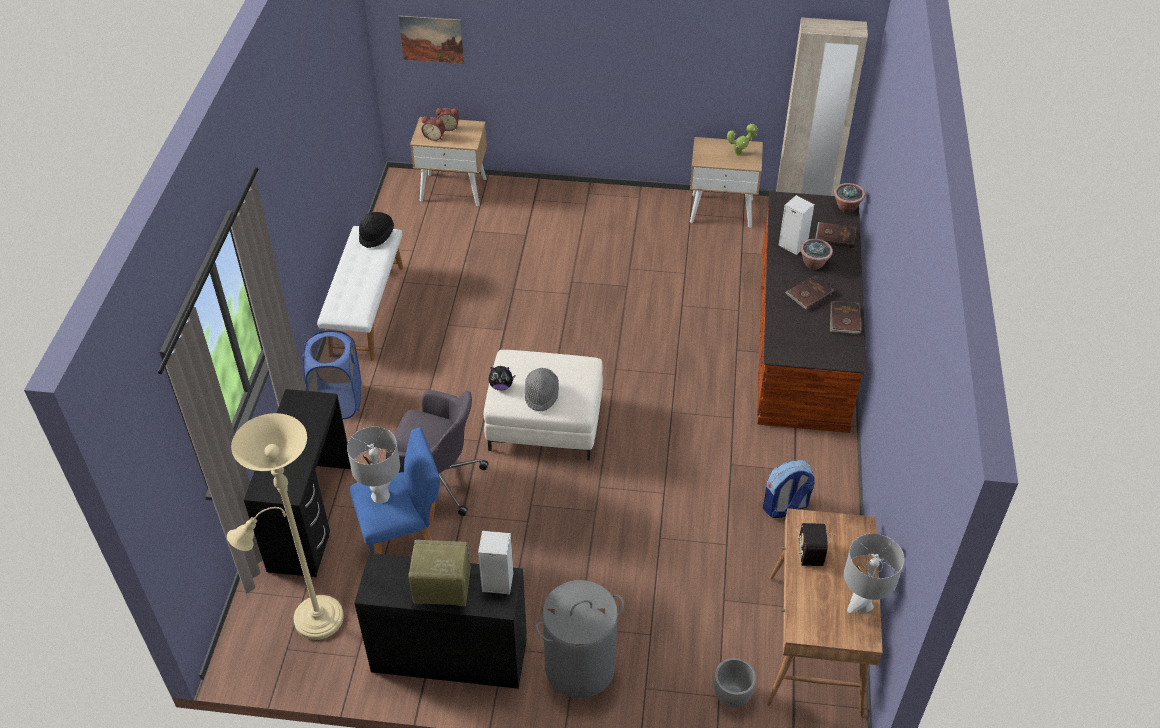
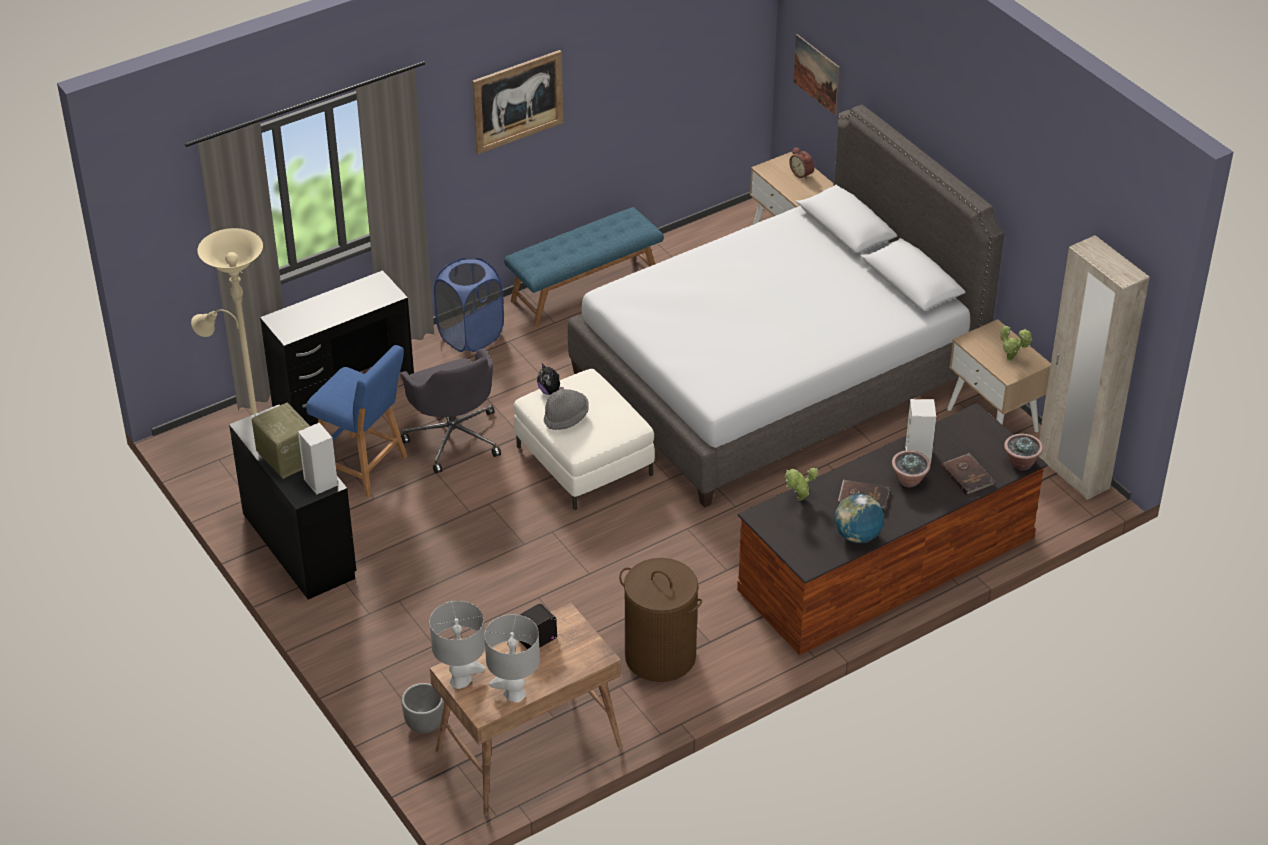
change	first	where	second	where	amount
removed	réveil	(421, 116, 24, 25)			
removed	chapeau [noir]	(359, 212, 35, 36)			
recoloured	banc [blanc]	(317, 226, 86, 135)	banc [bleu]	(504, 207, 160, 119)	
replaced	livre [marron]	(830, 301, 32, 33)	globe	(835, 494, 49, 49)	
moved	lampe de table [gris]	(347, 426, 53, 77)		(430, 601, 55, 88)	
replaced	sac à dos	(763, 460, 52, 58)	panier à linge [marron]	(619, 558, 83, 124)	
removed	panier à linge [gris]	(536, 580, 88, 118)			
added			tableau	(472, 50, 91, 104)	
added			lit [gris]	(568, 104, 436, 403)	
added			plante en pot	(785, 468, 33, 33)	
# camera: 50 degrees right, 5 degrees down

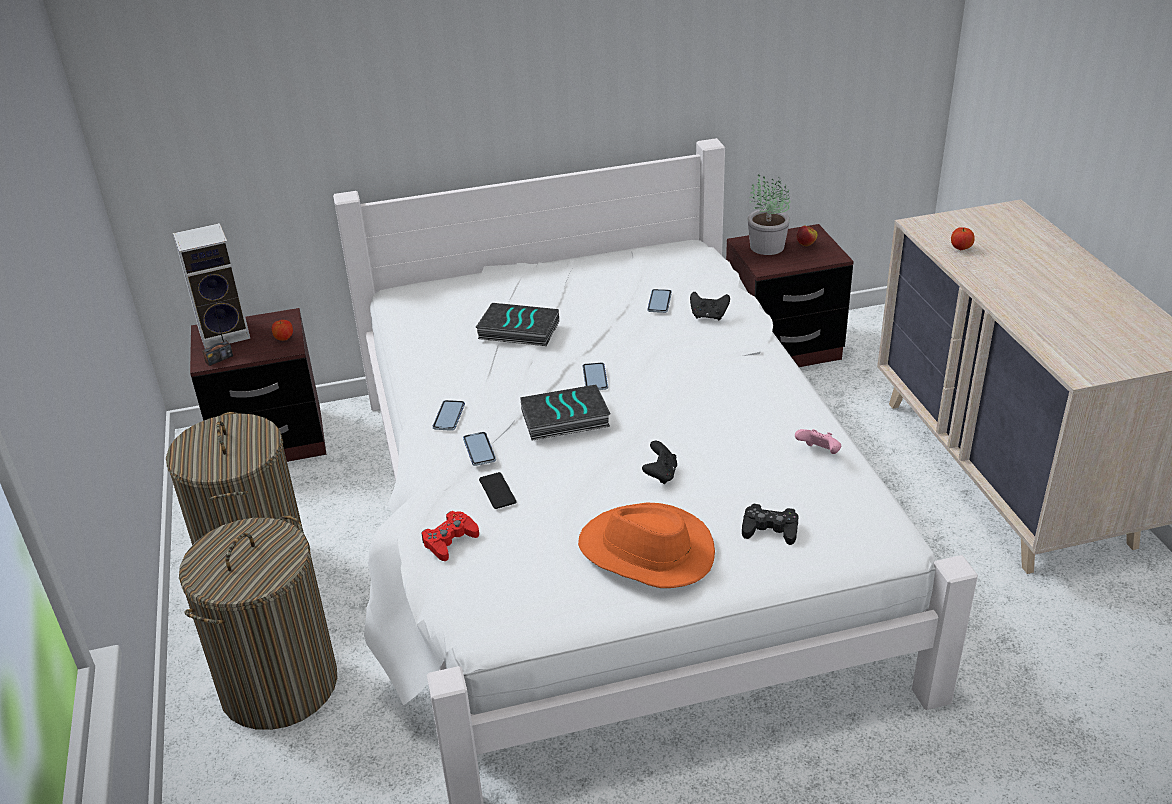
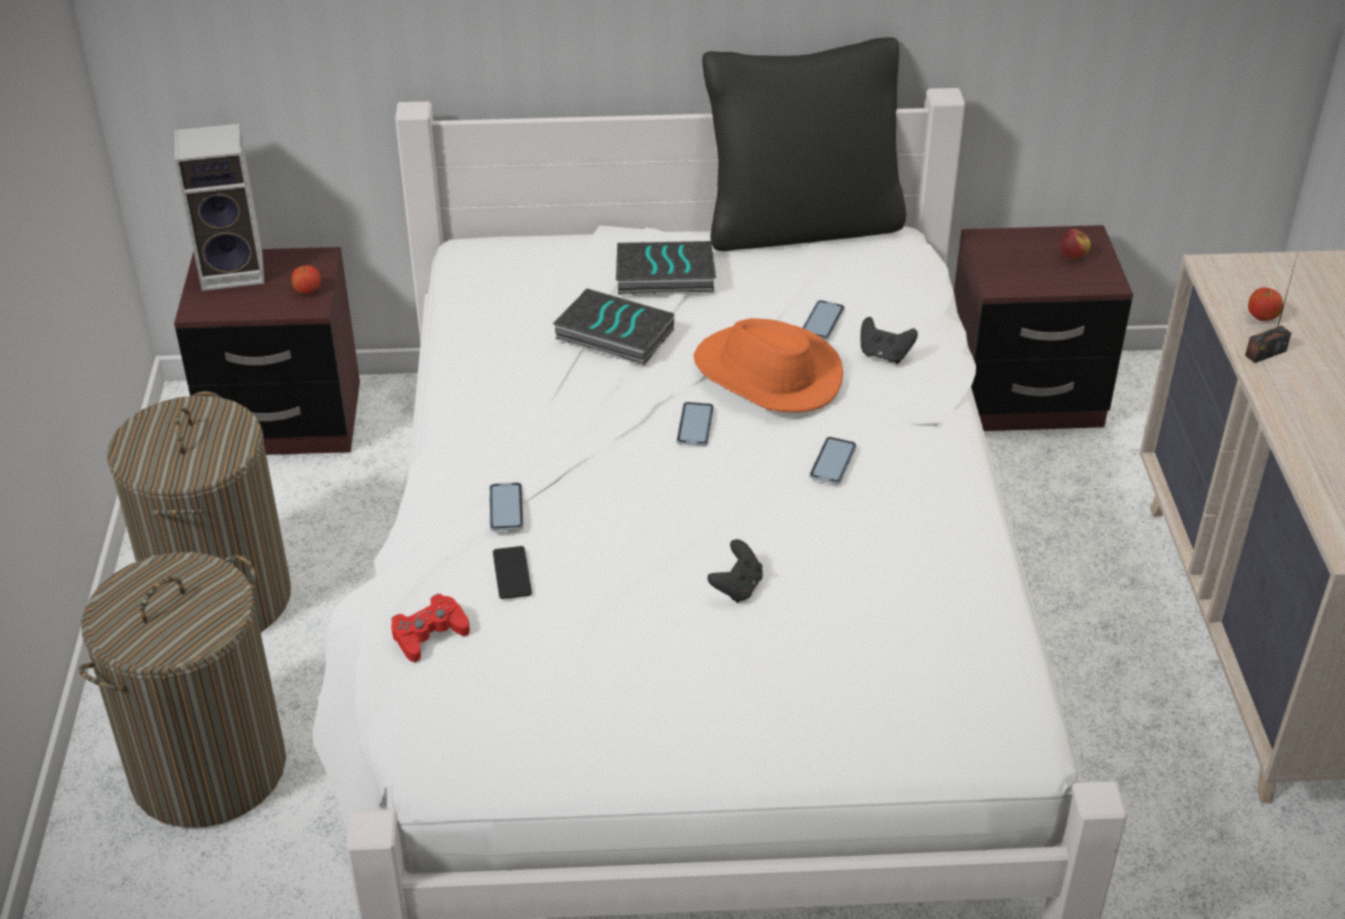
change	first	where	second	where	amount
removed	plante en pot	(747, 174, 44, 81)			
moved	radio	(202, 298, 31, 68)		(1245, 253, 53, 110)	
moved	livre	(520, 385, 90, 55)		(616, 241, 100, 54)	
moved	téléphone	(432, 400, 33, 31)		(809, 437, 47, 47)	
removed	manette [rose]	(795, 429, 46, 25)			
moved	chapeau [orange]	(578, 502, 137, 86)		(694, 318, 149, 94)	
removed	manette [noir]	(742, 504, 57, 41)			
added			coussin [noir]	(702, 37, 204, 214)	
# camera: 10 degrees right, 5 degrees up

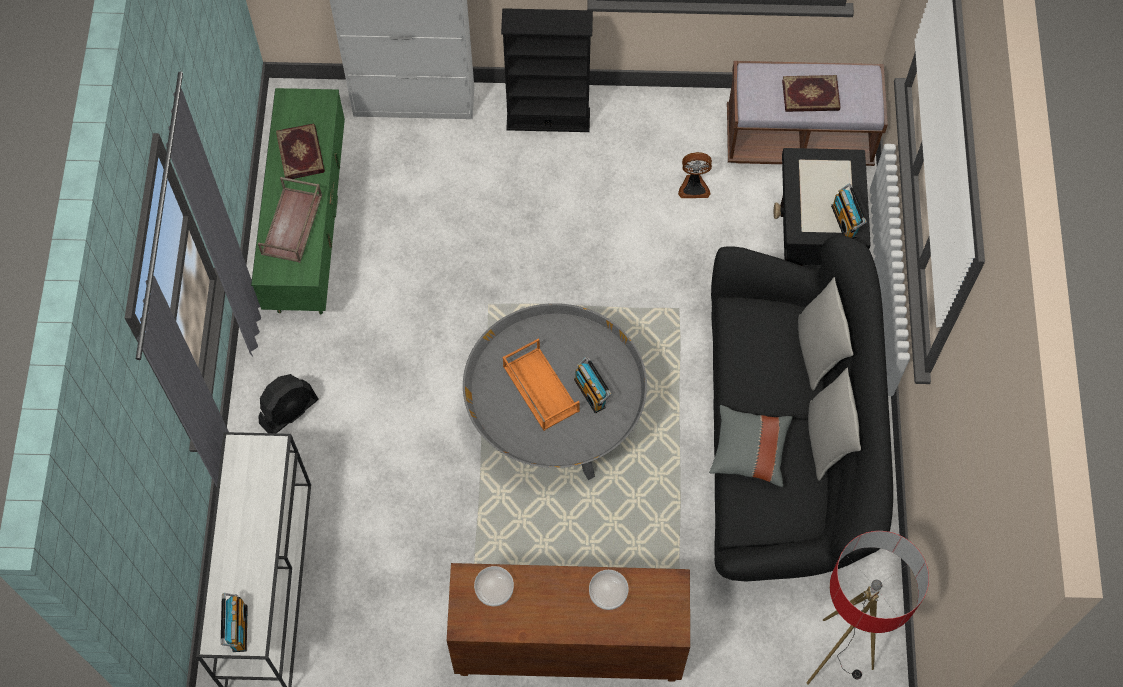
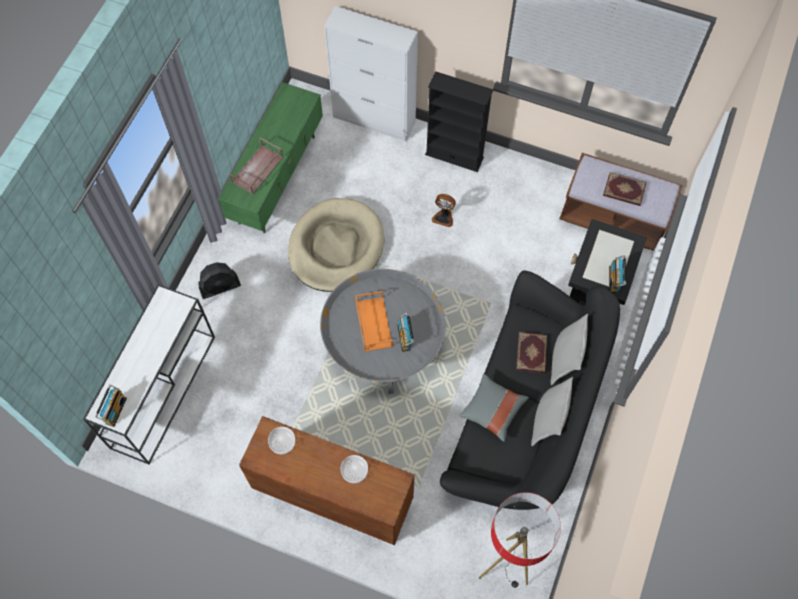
change	first	where	second	where	amount
moved	livre	(276, 123, 49, 56)		(516, 332, 31, 42)	
moved	ventilateur	(678, 152, 34, 46)		(432, 194, 24, 33)	
added			panier pour chien [beige]	(288, 198, 96, 94)	
# camera: 20 degrees right, 0 degrees up

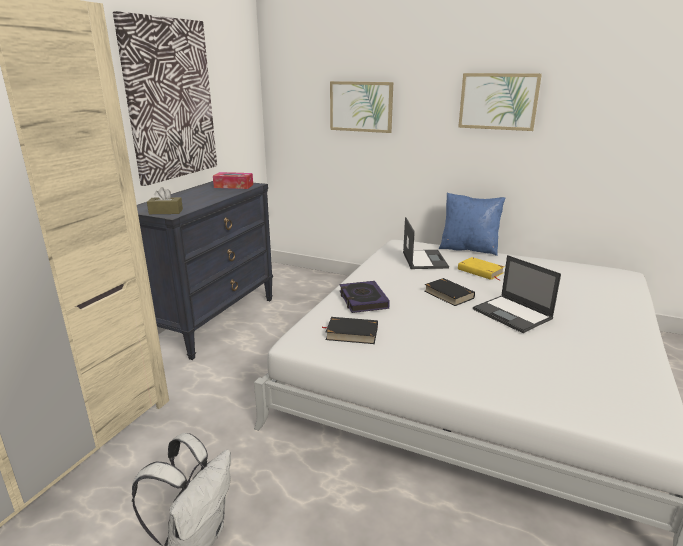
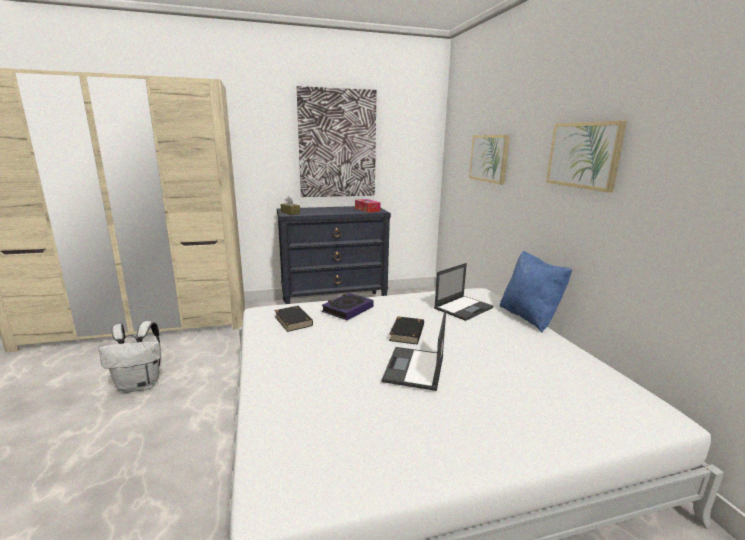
change	first	where	second	where	amount
removed	livre [jaune]	(458, 257, 46, 23)			
# camera: 50 degrees right, 5 degrees down

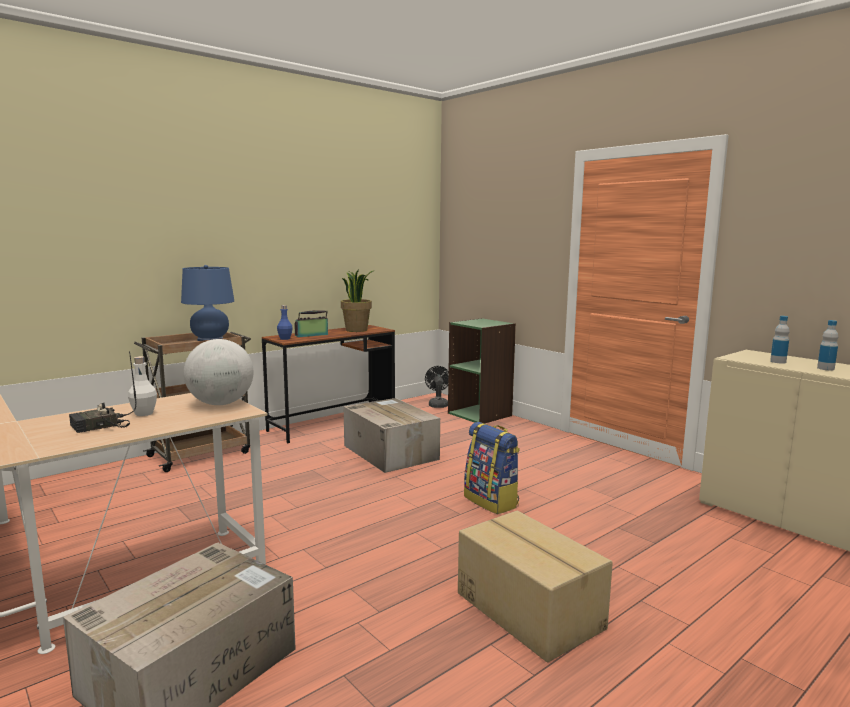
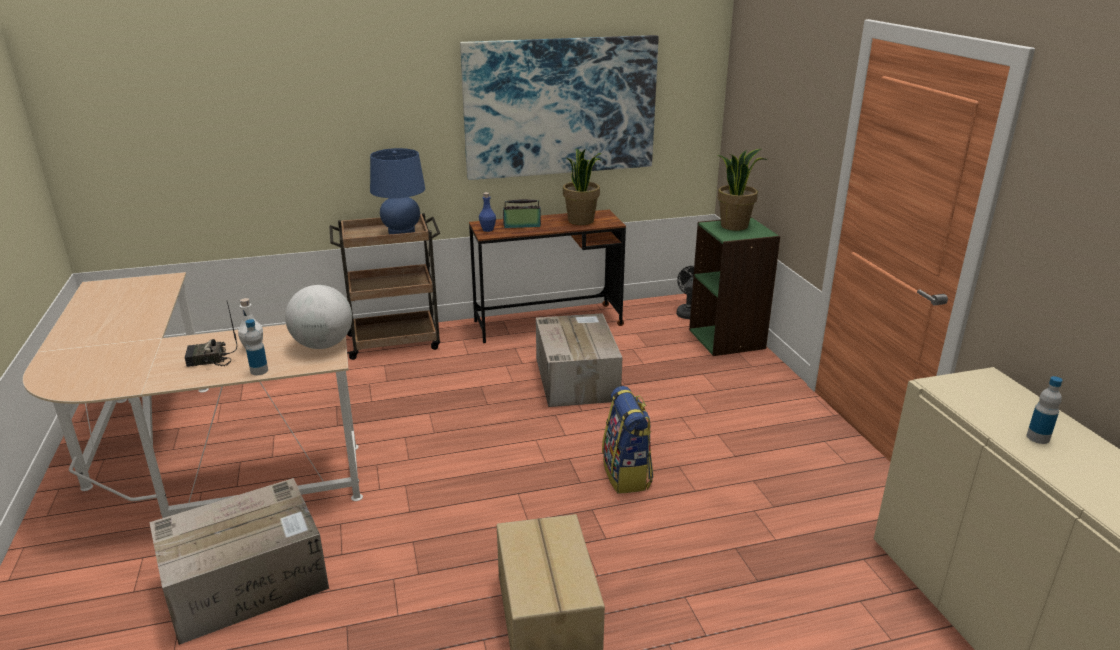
change	first	where	second	where	amount
moved	bouteille	(770, 316, 20, 48)		(245, 319, 23, 56)	
added			tableau	(460, 35, 199, 145)	
added			plante en pot	(717, 149, 50, 82)	
# camera: 25 degrees right, 15 degrees up

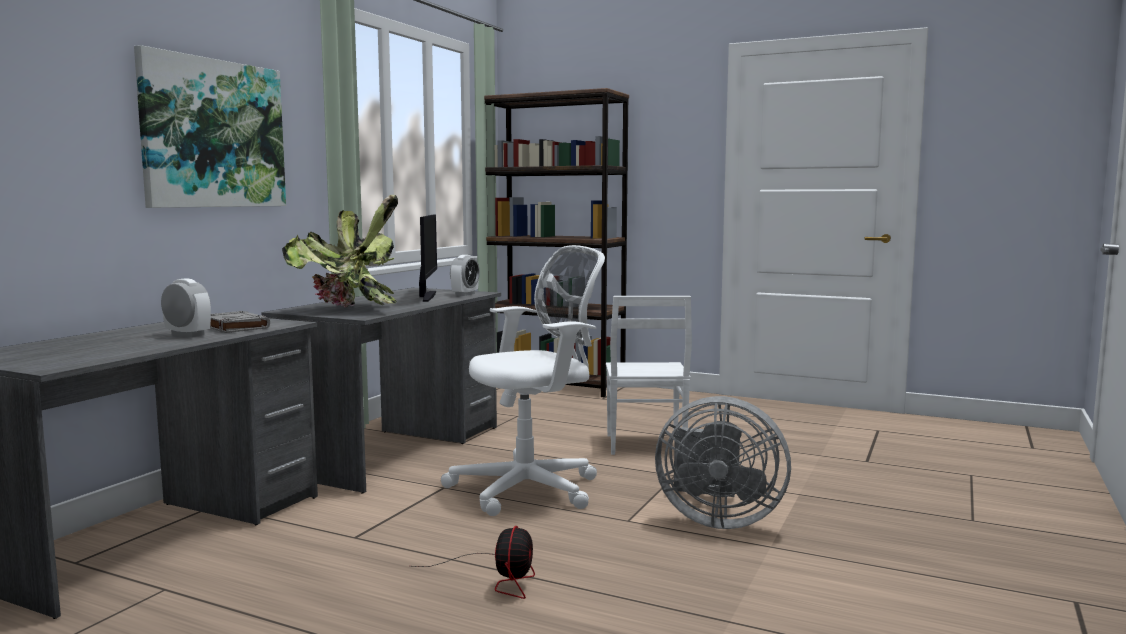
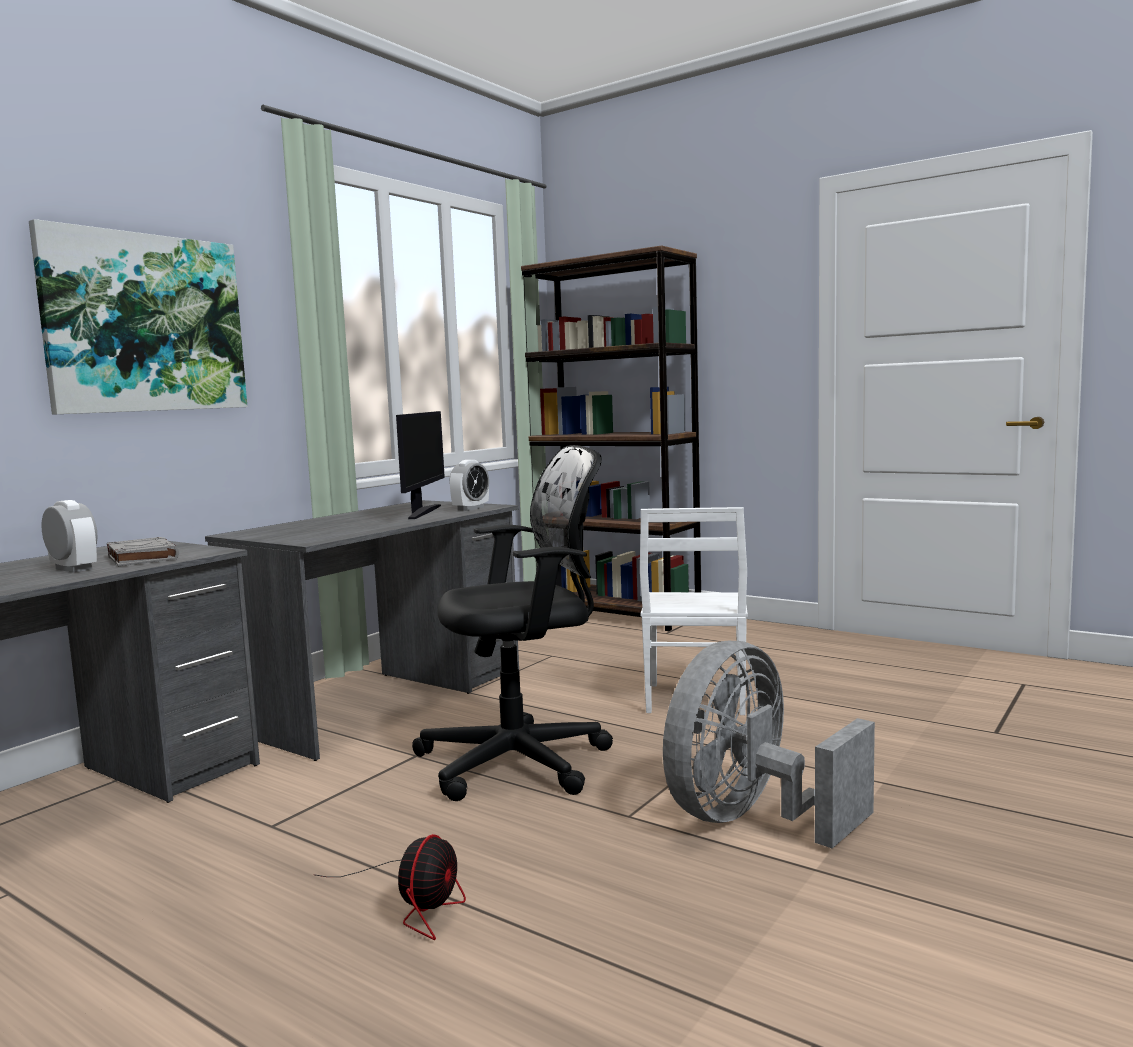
change	first	where	second	where	amount
removed	plante en pot	(282, 195, 116, 112)			
recoloured	chaise de bureau [blanc]	(441, 245, 164, 271)	chaise de bureau [noir]	(412, 445, 201, 356)	
turned	ventilateur [gris]	(655, 396, 136, 133)		(663, 641, 212, 208)	105 degrees clockwise
# camera: 10 degrees right, 0 degrees up

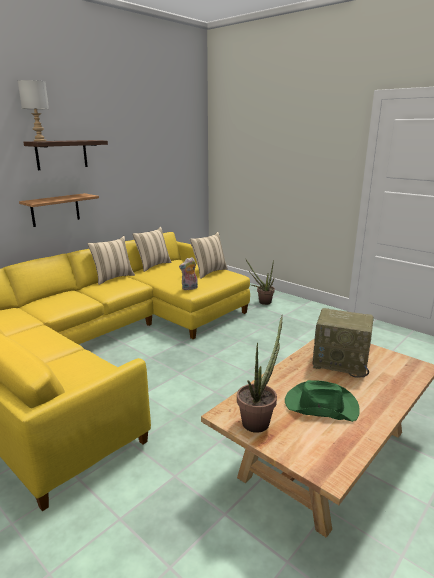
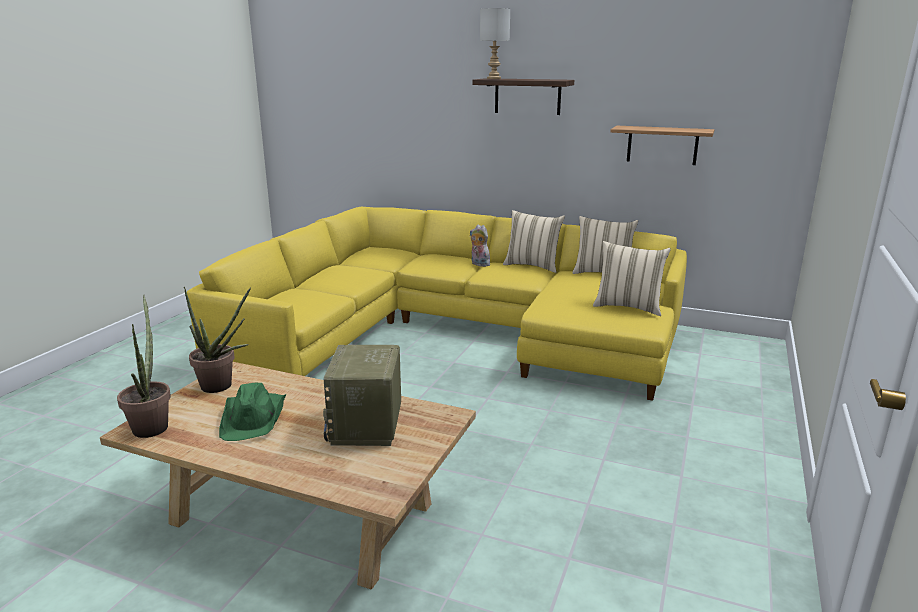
change	first	where	second	where	amount
moved	étagère	(19, 193, 80, 34)		(610, 126, 104, 39)	
moved	peluche	(179, 257, 19, 33)		(470, 224, 23, 43)	
moved	plante en pot	(246, 260, 29, 45)		(117, 295, 54, 143)	
# camera: 70 degrees right, 0 degrees up

